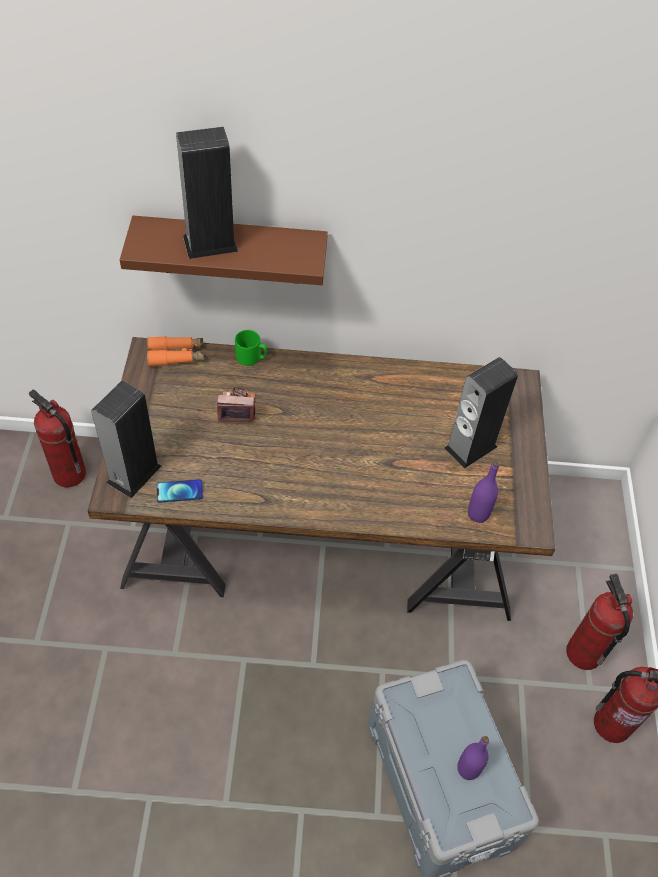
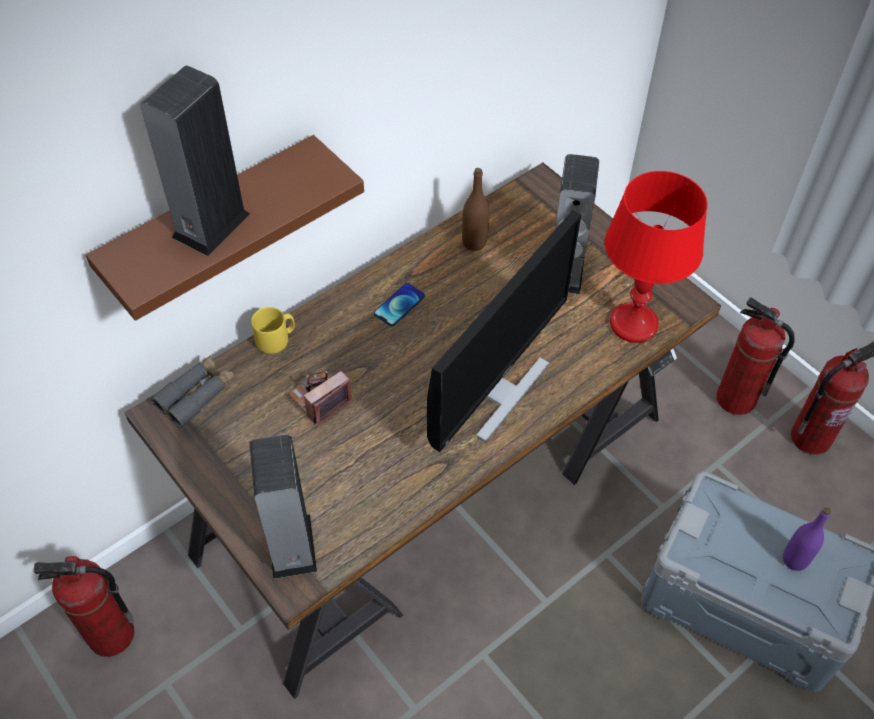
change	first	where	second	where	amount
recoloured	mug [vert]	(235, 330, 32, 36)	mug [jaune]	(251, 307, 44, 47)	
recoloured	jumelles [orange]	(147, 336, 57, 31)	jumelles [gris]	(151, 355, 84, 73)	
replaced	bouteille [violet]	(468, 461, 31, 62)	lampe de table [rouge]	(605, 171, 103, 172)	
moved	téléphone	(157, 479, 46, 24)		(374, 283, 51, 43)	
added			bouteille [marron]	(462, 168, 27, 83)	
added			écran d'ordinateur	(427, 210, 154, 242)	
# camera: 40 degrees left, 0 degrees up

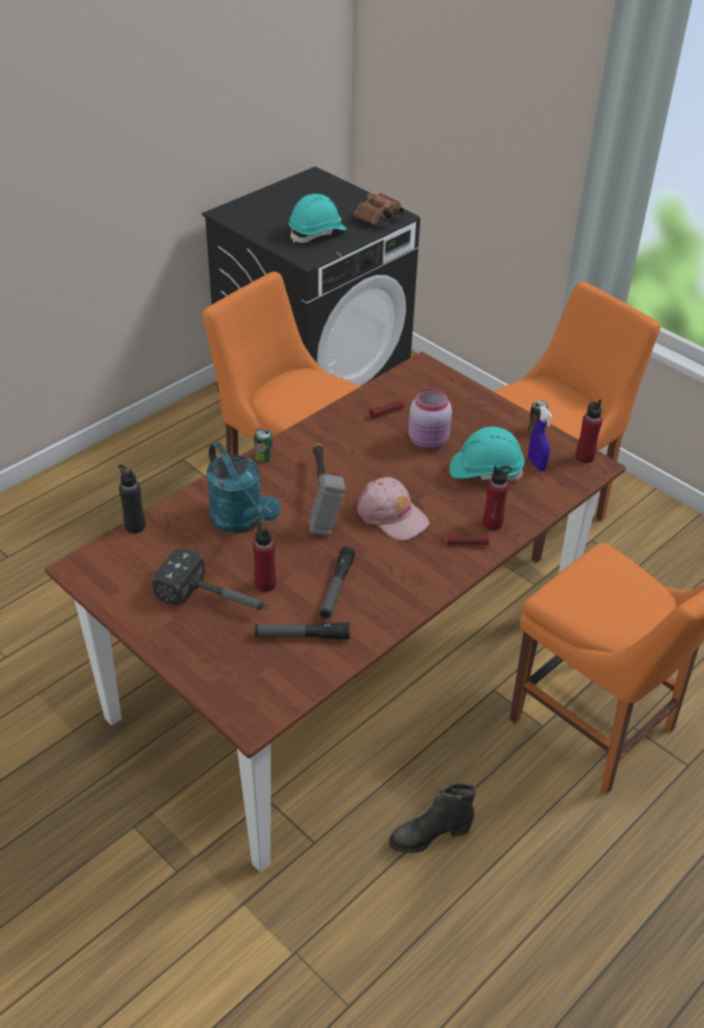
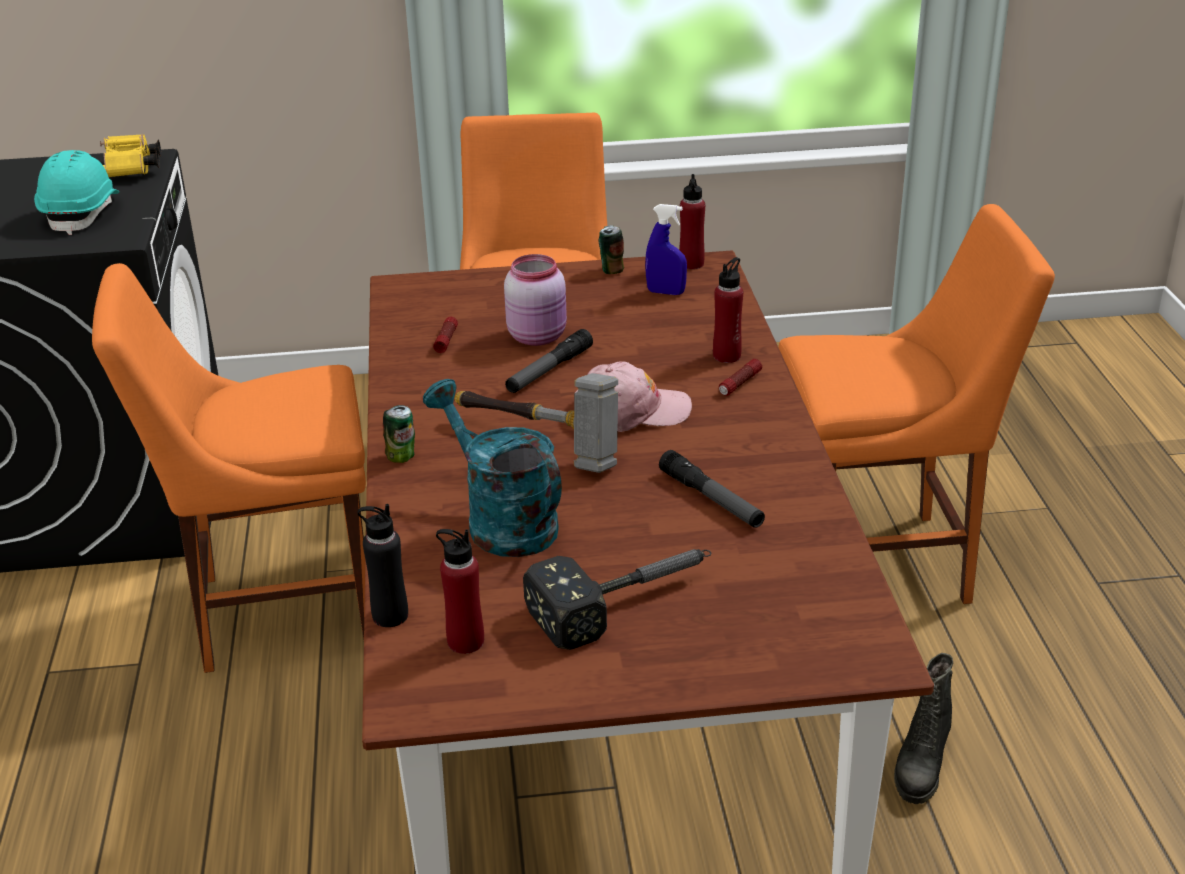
change	first	where	second	where	amount
recoloured	jumelles [marron]	(354, 193, 50, 32)	jumelles [jaune]	(100, 134, 61, 43)	
removed	casque de chantier [turquoise]	(449, 427, 75, 54)			
turned	arrosoir [turquoise]	(206, 442, 75, 92)		(423, 379, 139, 178)	135 degrees counterclockwise
moved	bouteille [rouge]	(253, 521, 23, 71)		(436, 529, 48, 125)	
moved	lampe de poche	(255, 622, 95, 17)		(505, 329, 88, 64)	
# camera: 50 degrees left, 10 degrees down

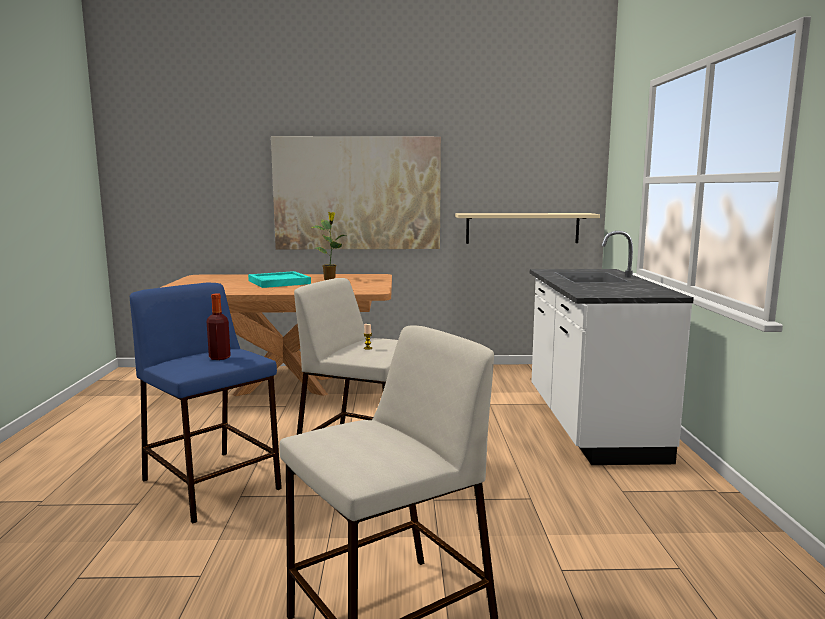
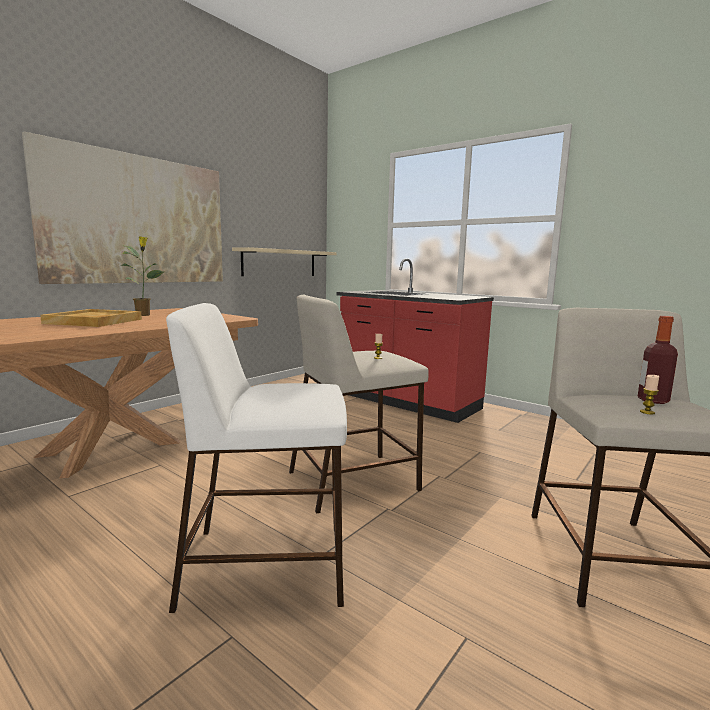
change	first	where	second	where	amount
recoloured	comptoir de cuisine [blanc]	(530, 231, 164, 234)	comptoir de cuisine [rouge]	(337, 258, 157, 165)	
recoloured	plateau [turquoise]	(248, 271, 63, 17)	plateau [beige]	(40, 309, 102, 18)	
recoloured	tabouret [bleu]	(130, 283, 152, 240)	tabouret [blanc]	(166, 303, 181, 310)	
moved	bouteille	(207, 293, 24, 67)		(638, 316, 40, 88)	
added			bougie	(640, 375, 19, 40)	
# camera: 50 degrees left, 0 degrees up

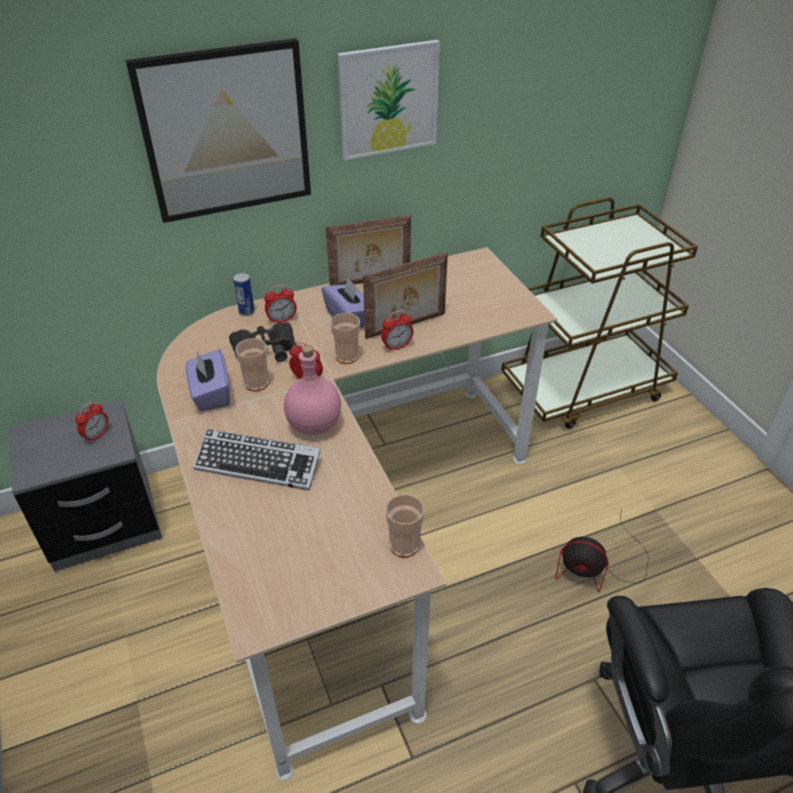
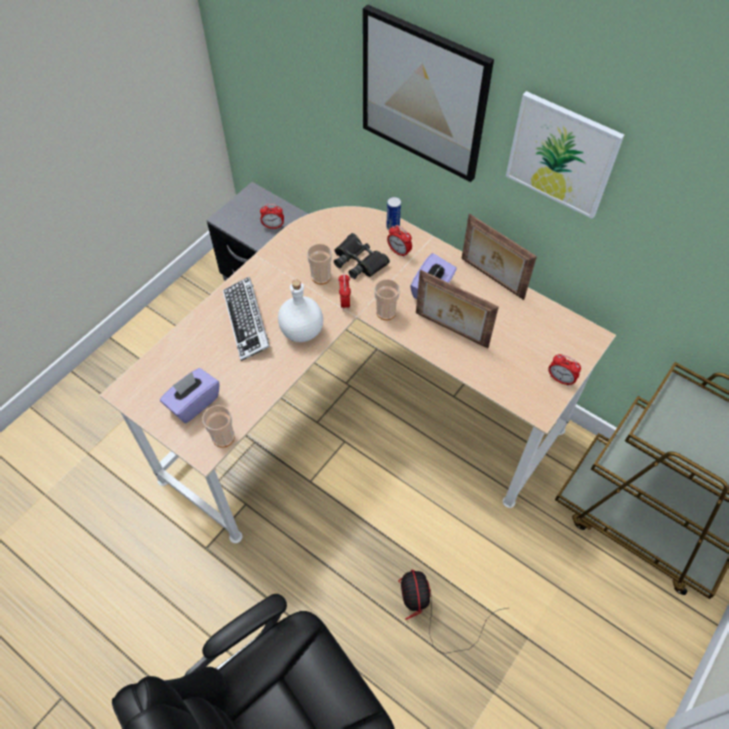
change	first	where	second	where	amount
moved	réveil	(381, 310, 32, 42)		(548, 354, 33, 32)	
recoloured	bouteille [rose]	(284, 345, 57, 90)	bouteille [blanc]	(278, 280, 45, 62)	
moved	boîte à mouchoirs [violet]	(186, 349, 44, 62)		(160, 368, 59, 55)	
# camera: 60 degrees right, 15 degrees up

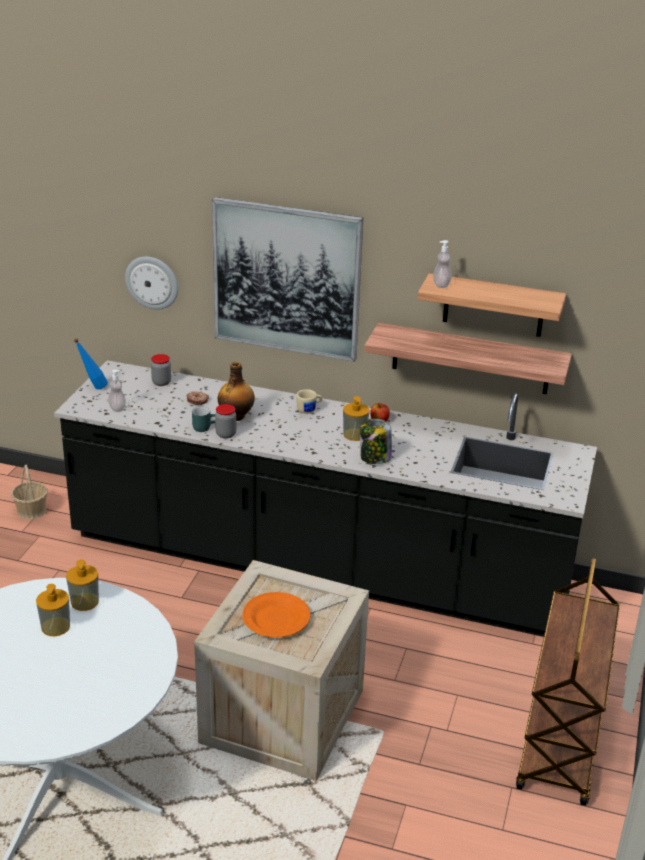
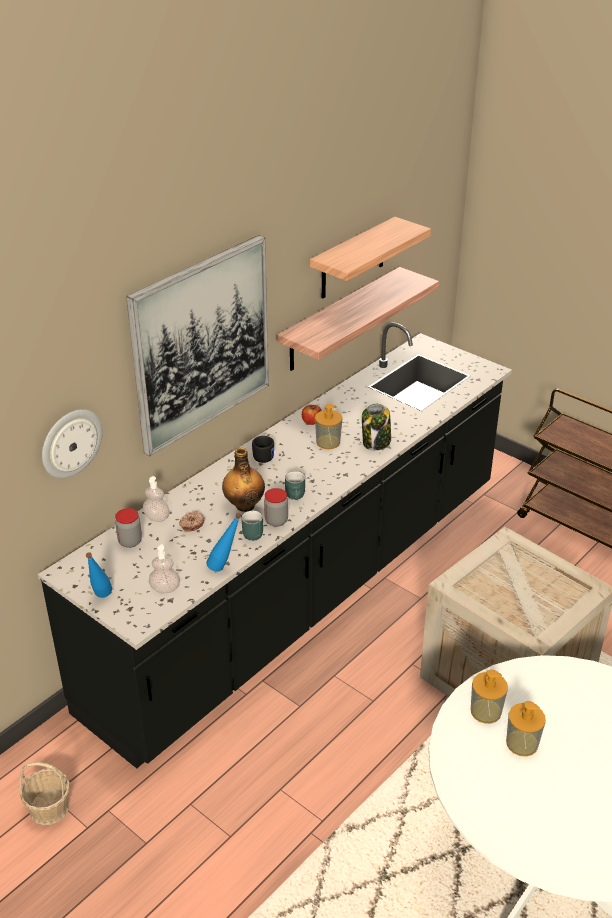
change	first	where	second	where	amount
moved	distributeur de savon	(433, 240, 19, 48)		(143, 476, 27, 46)	
recoloured	mug [beige]	(296, 389, 26, 25)	mug [noir]	(252, 436, 22, 27)	
removed	assiette [orange]	(242, 592, 69, 45)			
added			mug [turquoise]	(285, 471, 20, 29)	
added			bouteille [bleu]	(206, 513, 35, 59)	
# camera: 65 degrees left, 5 degrees up

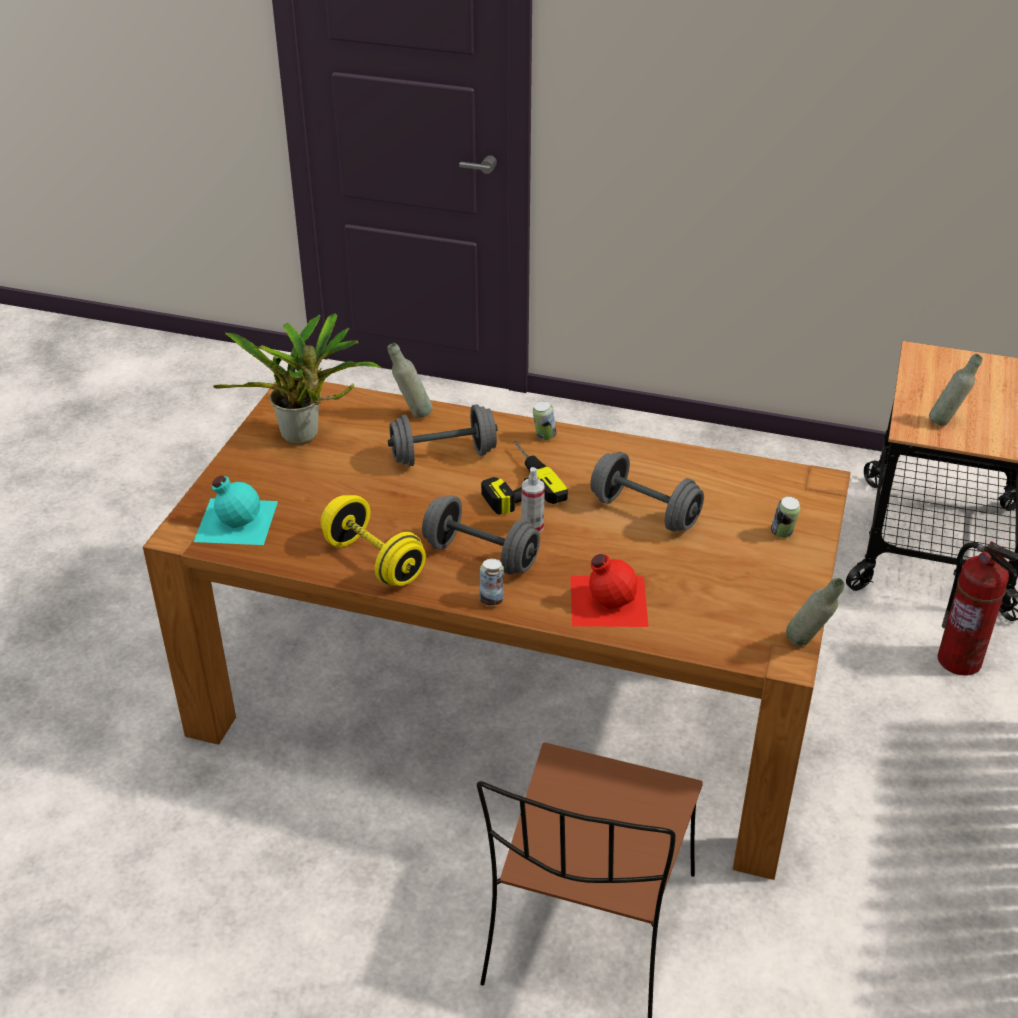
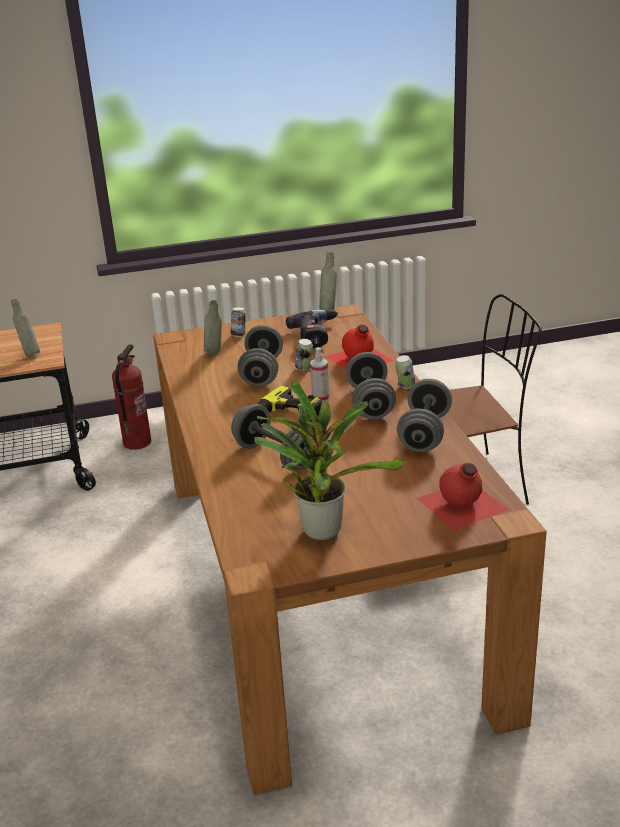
change	first	where	second	where	amount
moved	bouteille [gris]	(388, 343, 44, 75)		(204, 300, 18, 55)	
moved	boîte métallique	(533, 401, 23, 39)		(295, 339, 18, 32)	
recoloured	bouteille [turquoise]	(194, 476, 84, 69)	bouteille [rouge]	(416, 463, 92, 68)	
recoloured	haltère [jaune]	(321, 495, 105, 91)	haltère [gris]	(397, 379, 55, 73)	
added			perceuse	(286, 309, 52, 39)	
# camera: 120 degrees left, 10 degrees down

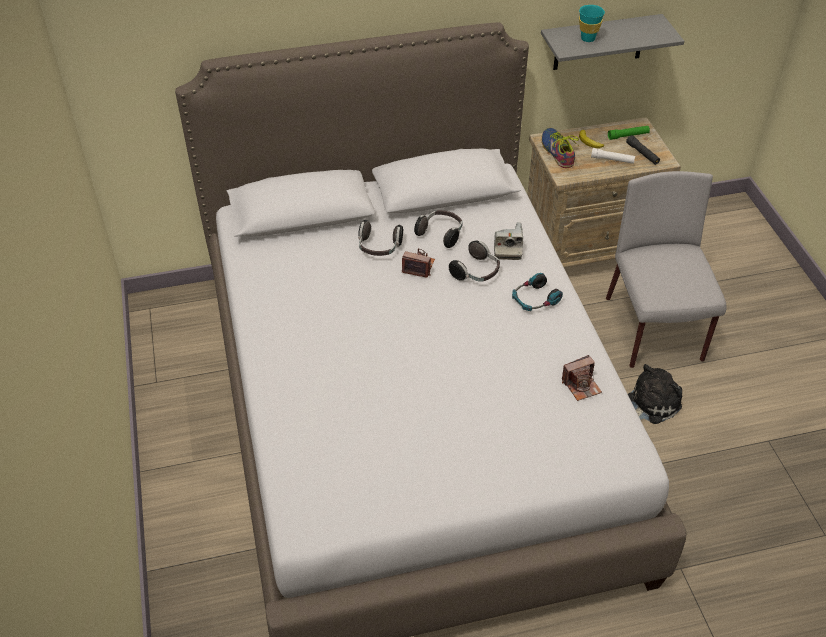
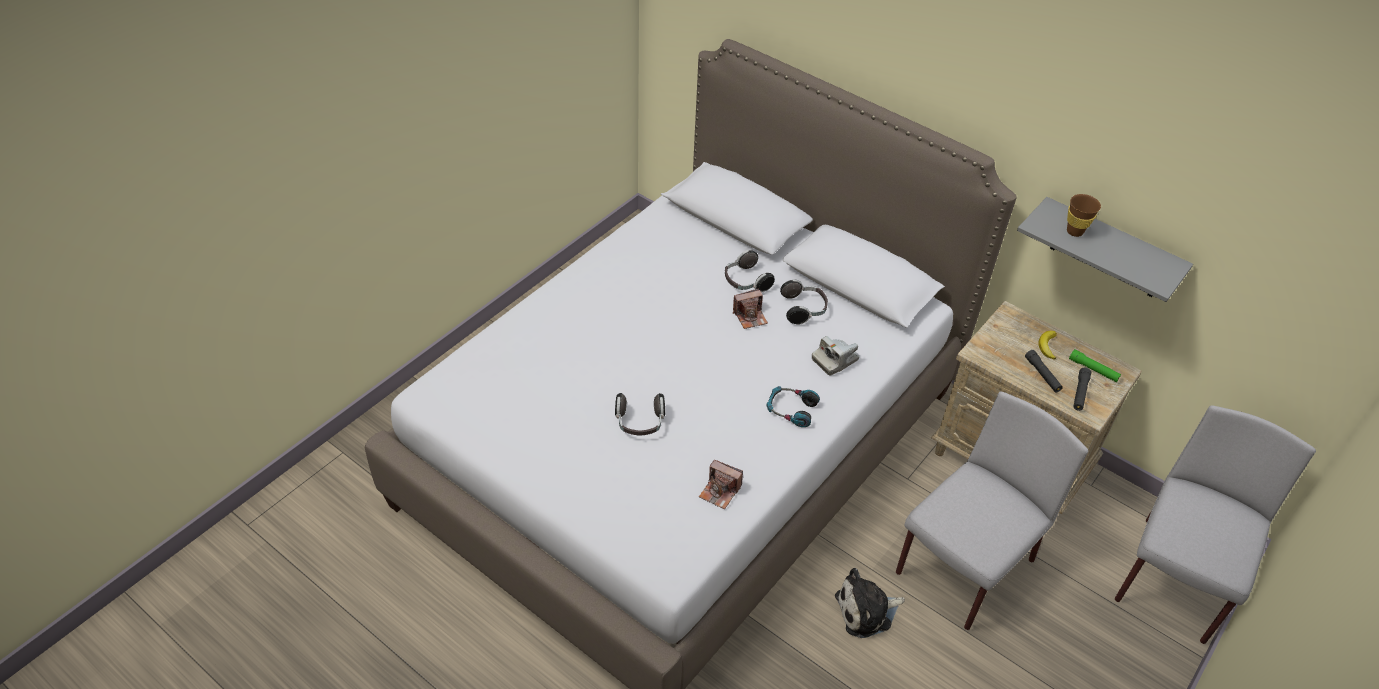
change	first	where	second	where	amount
recoloured	tasse [turquoise]	(579, 5, 26, 37)	tasse [marron]	(1067, 194, 34, 43)	
removed	chaussure	(542, 128, 37, 40)			
recoloured	lampe de poche [blanc]	(591, 148, 44, 16)	lampe de poche [noir]	(1025, 350, 38, 42)	
moved	casque audio	(449, 241, 51, 41)		(615, 393, 50, 42)	
turned	appareil photo	(402, 248, 33, 30)		(733, 289, 35, 40)	90 degrees clockwise
turned	peluche	(628, 364, 54, 60)		(835, 568, 70, 70)	150 degrees clockwise
added			chaise [gris]	(1115, 406, 201, 238)	
# camera: 50 degrees right, 0 degrees up

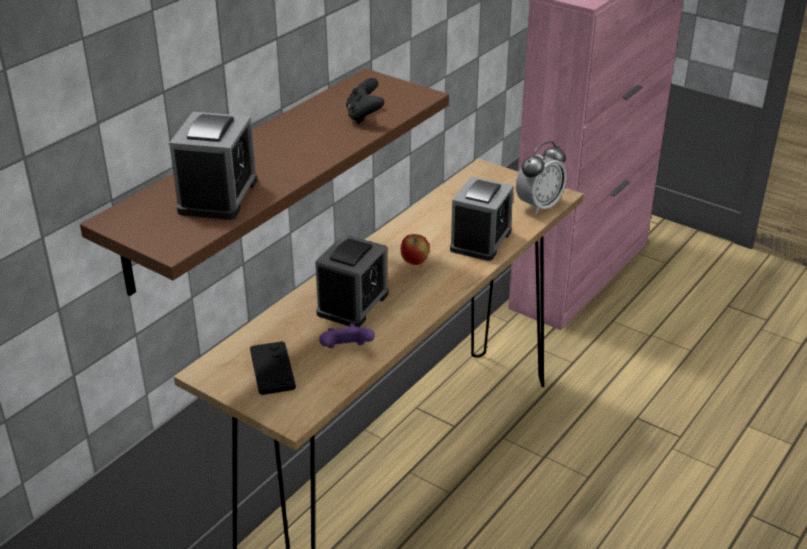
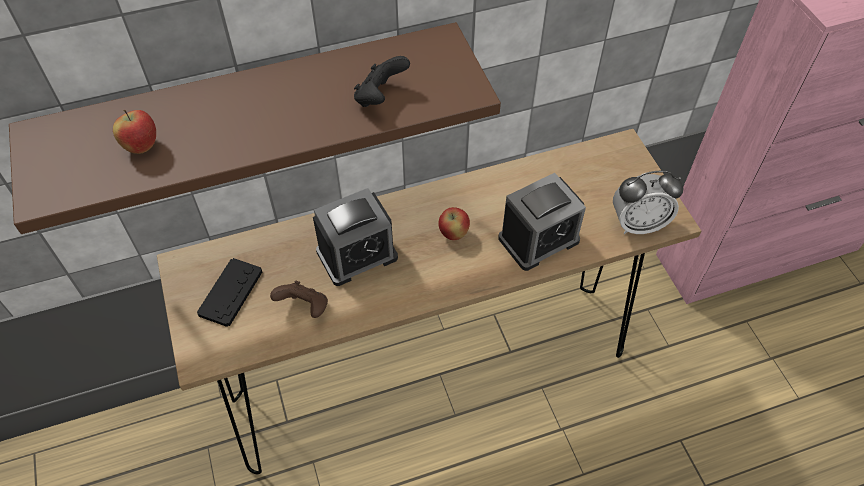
change	first	where	second	where	amount
replaced	réveil	(169, 112, 88, 108)	pomme	(113, 110, 43, 44)	
recoloured	manette [violet]	(319, 323, 56, 25)	manette [marron]	(270, 281, 58, 37)	
# camera: 35 degrees right, 20 degrees up

